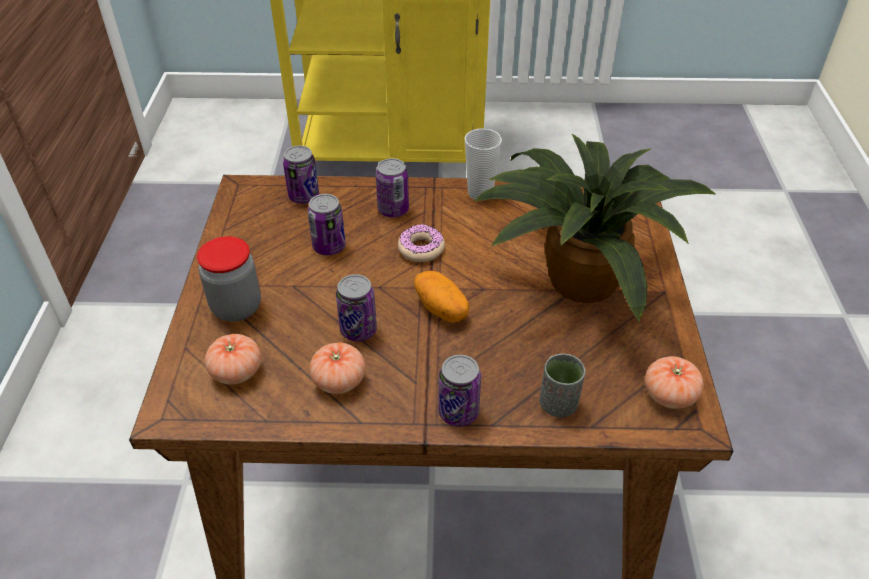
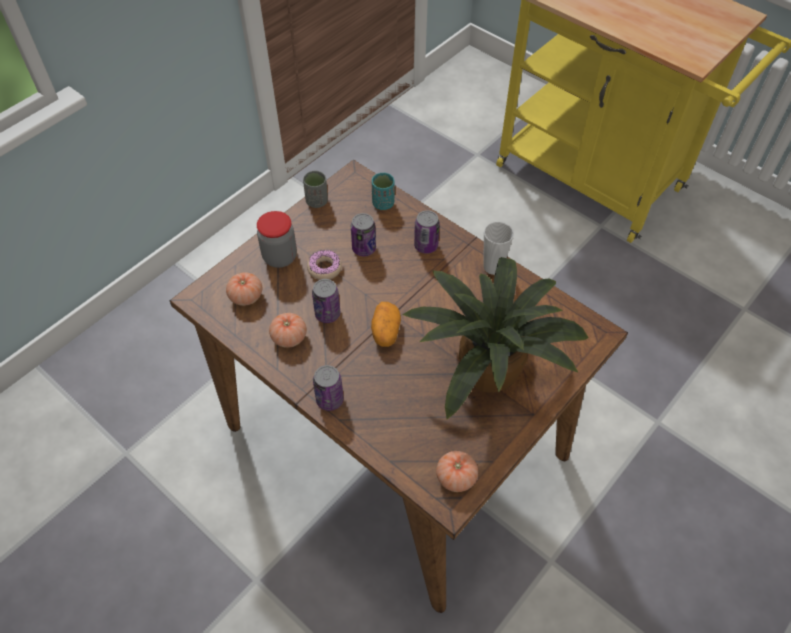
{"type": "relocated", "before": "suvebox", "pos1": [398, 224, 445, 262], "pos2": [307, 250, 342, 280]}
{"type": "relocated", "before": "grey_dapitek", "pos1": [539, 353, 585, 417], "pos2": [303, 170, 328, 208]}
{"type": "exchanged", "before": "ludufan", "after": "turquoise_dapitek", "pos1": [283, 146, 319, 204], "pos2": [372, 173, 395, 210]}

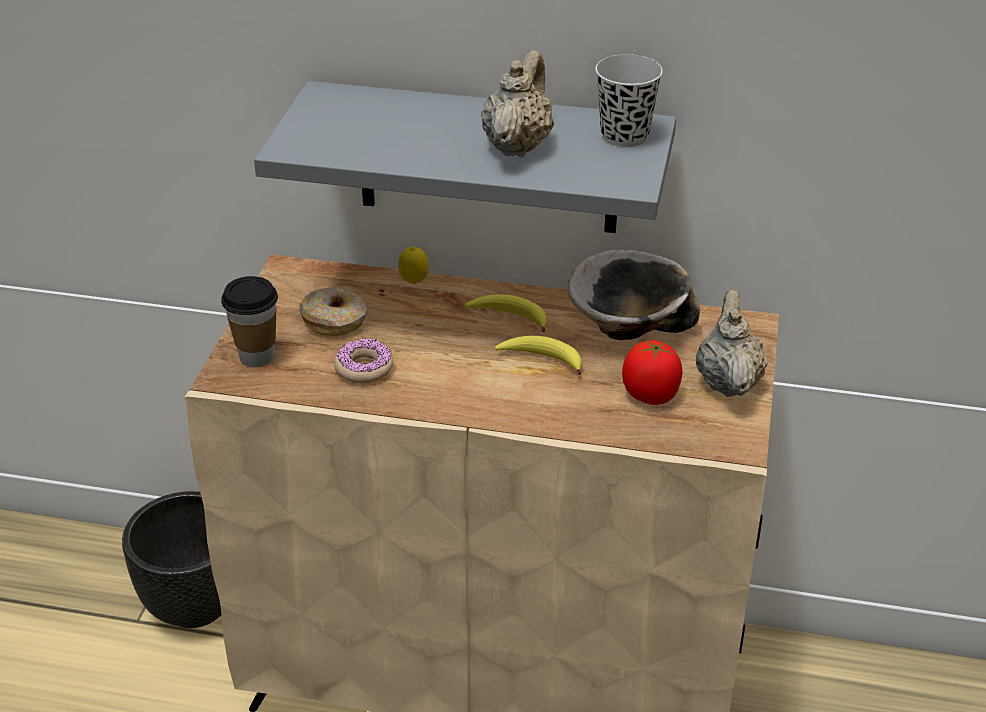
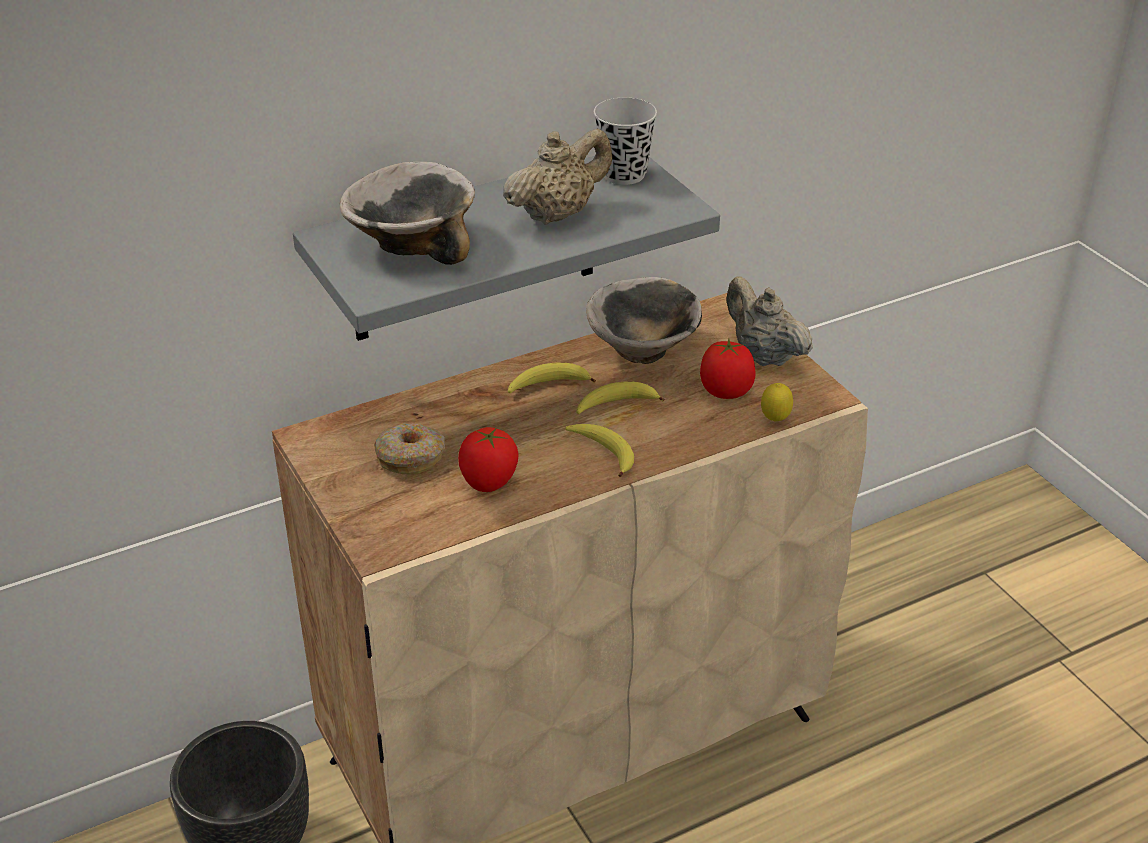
{"type": "missing", "before": "dapitek", "pos1": [221, 276, 278, 367]}
{"type": "appeared", "after": "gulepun", "pos2": [340, 162, 475, 265]}
{"type": "appeared", "after": "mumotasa", "pos2": [566, 424, 634, 477]}
{"type": "relocated", "before": "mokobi", "pos1": [398, 247, 429, 284], "pos2": [761, 383, 793, 422]}
{"type": "exchanged", "before": "suvebox", "after": "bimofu", "pos1": [334, 338, 393, 383], "pos2": [458, 427, 518, 492]}
{"type": "spun", "before": "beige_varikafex", "pos1": [481, 50, 554, 157], "pos2": [503, 129, 612, 225], "turn": 75}

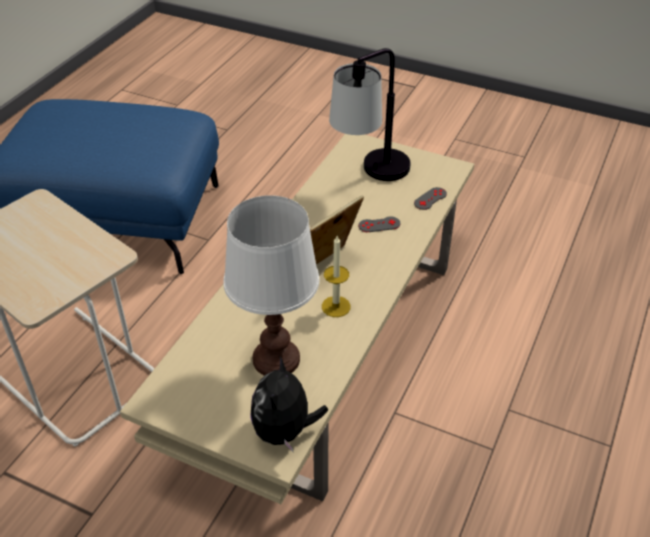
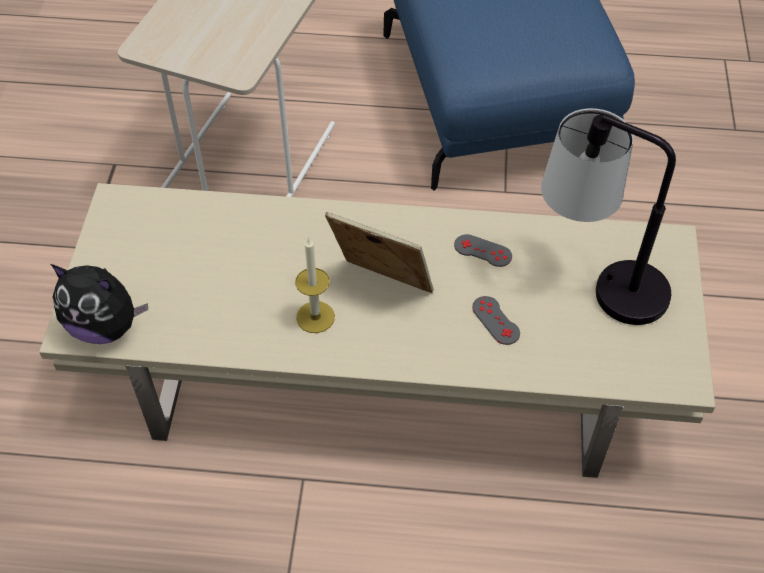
{"type": "missing", "before": "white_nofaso", "pos1": [223, 195, 319, 376]}
{"type": "relocated", "before": "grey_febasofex", "pos1": [414, 187, 447, 210], "pos2": [454, 234, 512, 267]}
{"type": "spun", "before": "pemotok", "pos1": [250, 356, 329, 453], "pos2": [51, 264, 148, 344], "turn": -150}

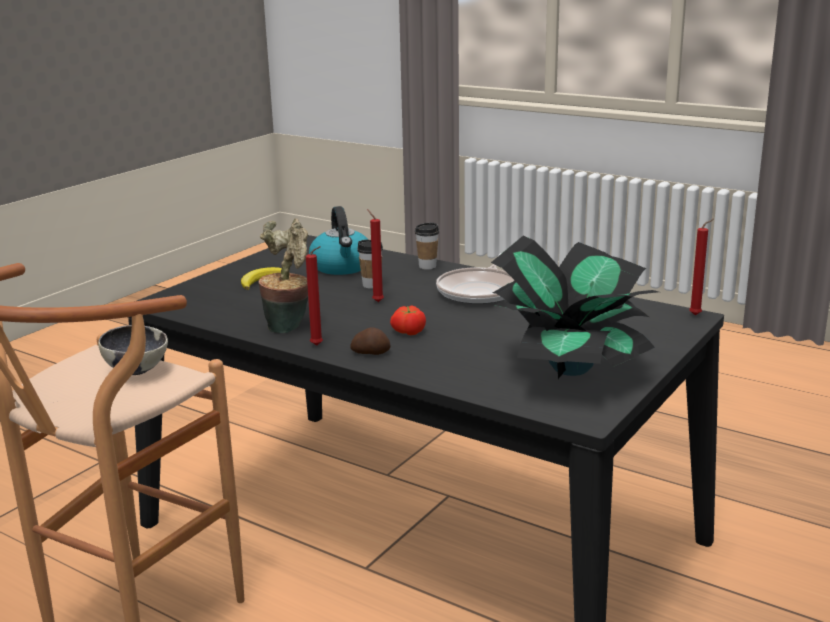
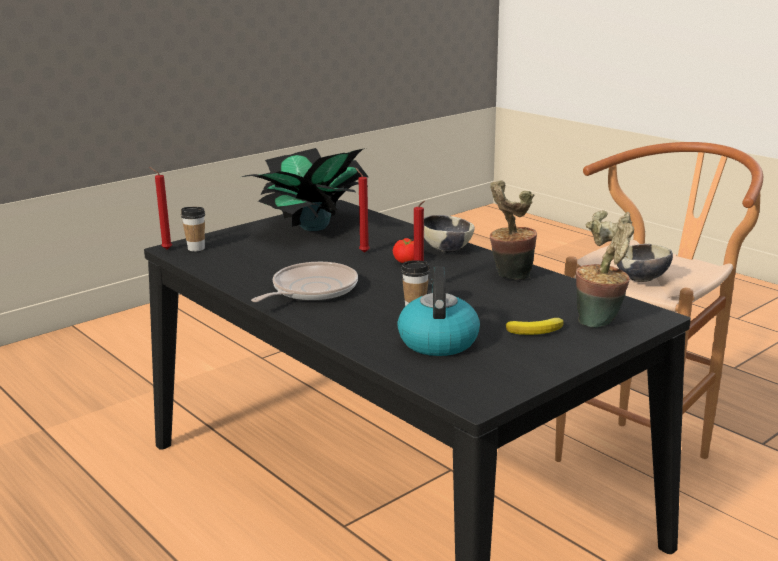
{"type": "appeared", "after": "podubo", "pos2": [576, 210, 634, 328]}
{"type": "relocated", "before": "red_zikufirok", "pos1": [306, 246, 323, 345], "pos2": [355, 168, 370, 253]}
{"type": "relocated", "before": "dapitek", "pos1": [415, 222, 439, 270], "pos2": [181, 207, 205, 251]}
{"type": "exchanged", "before": "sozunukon", "after": "gulepun", "pos1": [350, 327, 390, 355], "pos2": [424, 215, 475, 253]}

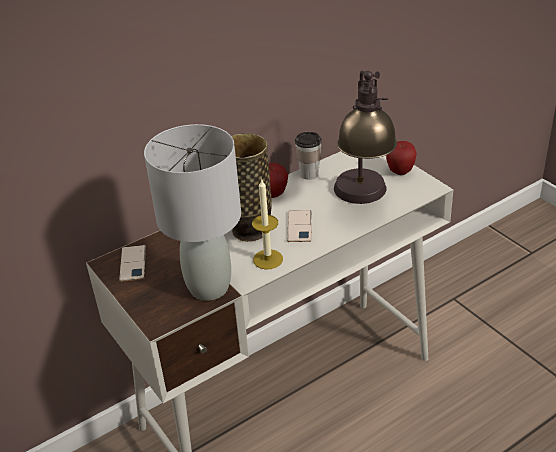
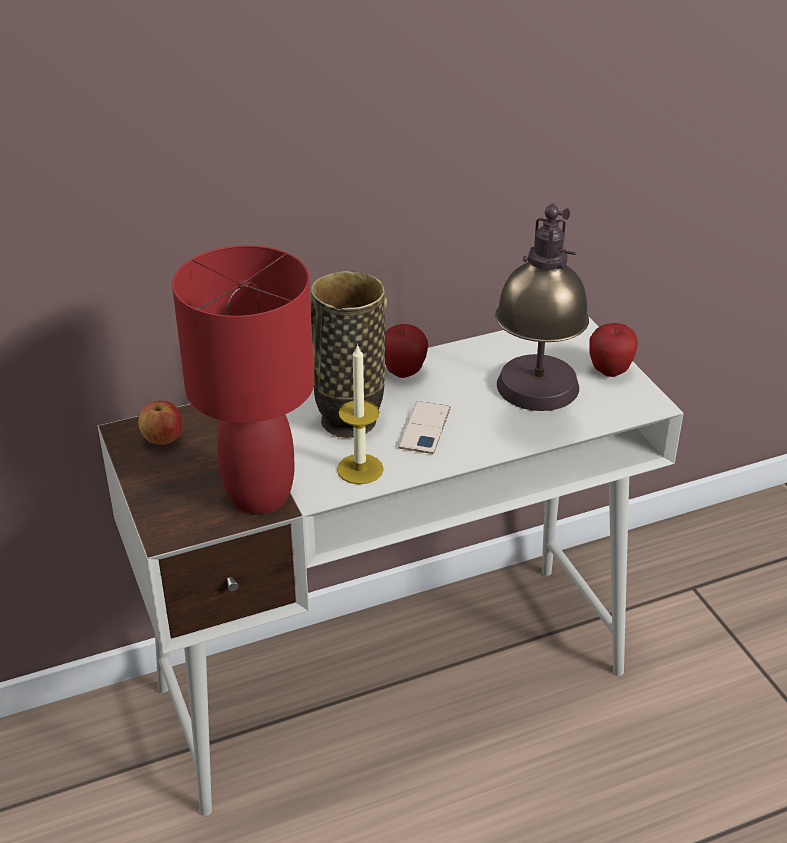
{"type": "missing", "before": "dapitek", "pos1": [295, 132, 322, 180]}
{"type": "exchanged", "before": "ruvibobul", "after": "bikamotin", "pos1": [119, 245, 146, 282], "pos2": [138, 401, 182, 445]}
{"type": "colour", "before": "grey_nofaso", "after": "red_nofaso", "pos1": [144, 124, 241, 301], "pos2": [172, 245, 314, 514]}

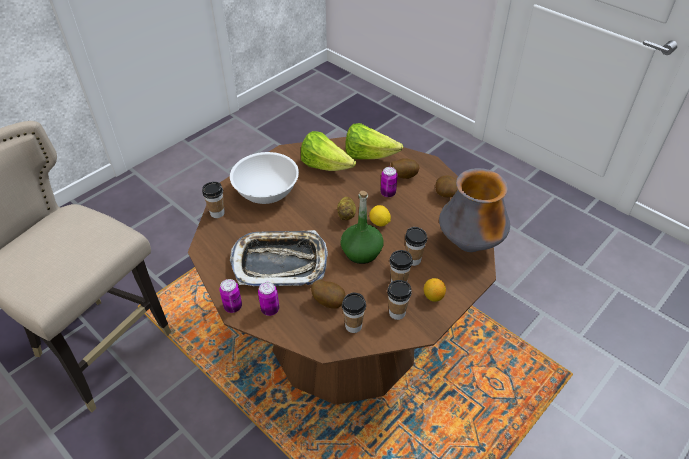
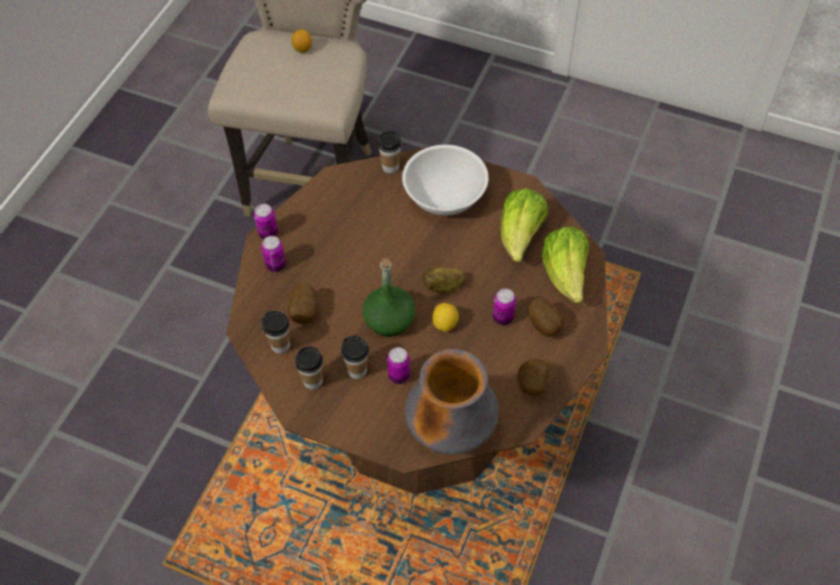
{"type": "missing", "before": "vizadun", "pos1": [230, 230, 328, 286]}
{"type": "relocated", "before": "mokobi", "pos1": [424, 278, 446, 302], "pos2": [291, 29, 312, 53]}
{"type": "exchanged", "before": "dapitek", "after": "ludufan", "pos1": [405, 227, 427, 266], "pos2": [387, 347, 410, 384]}

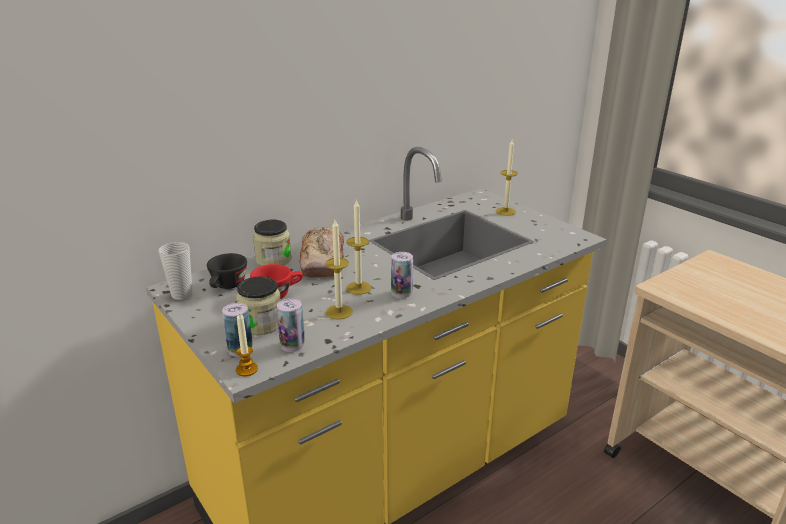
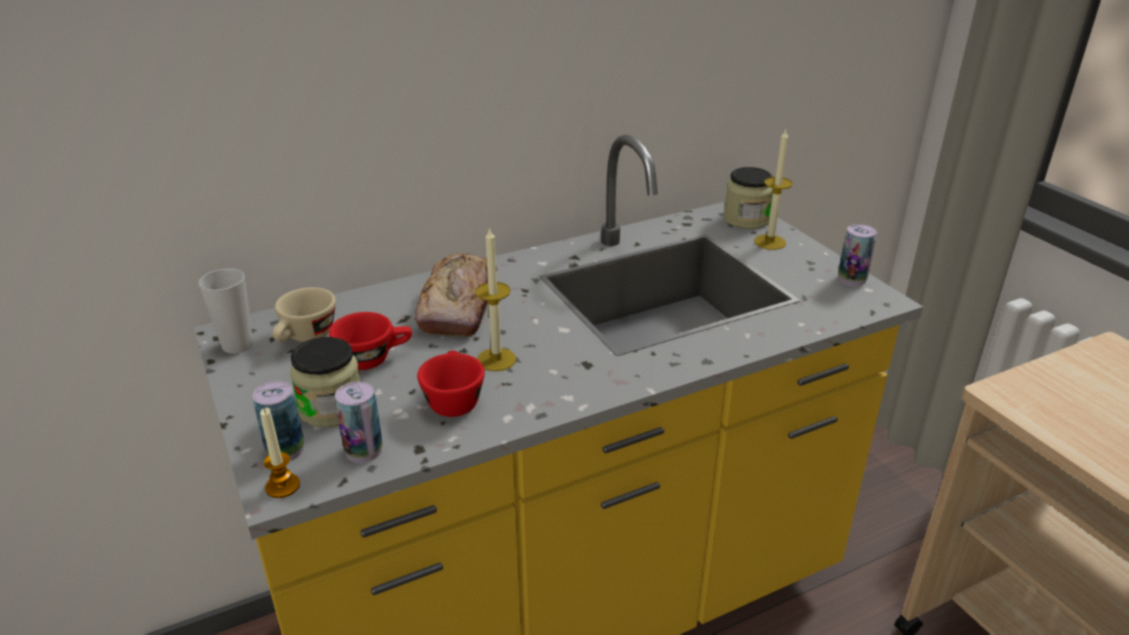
{"type": "relocated", "before": "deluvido", "pos1": [253, 220, 291, 266], "pos2": [724, 167, 773, 229]}
{"type": "relocated", "before": "ludufan", "pos1": [391, 252, 413, 299], "pos2": [838, 224, 877, 287]}
{"type": "exchanged", "before": "zikufirok", "after": "red_dapitek", "pos1": [325, 220, 353, 320], "pos2": [417, 351, 485, 417]}
{"type": "colour", "before": "black_dapitek", "after": "beige_dapitek", "pos1": [207, 253, 247, 289], "pos2": [272, 287, 336, 342]}

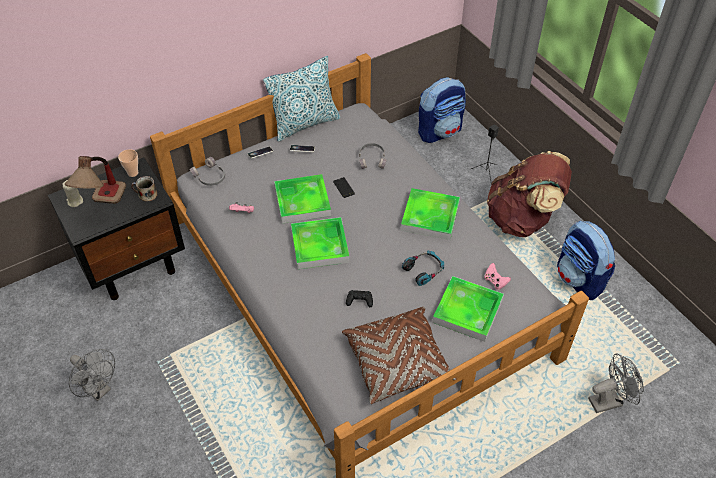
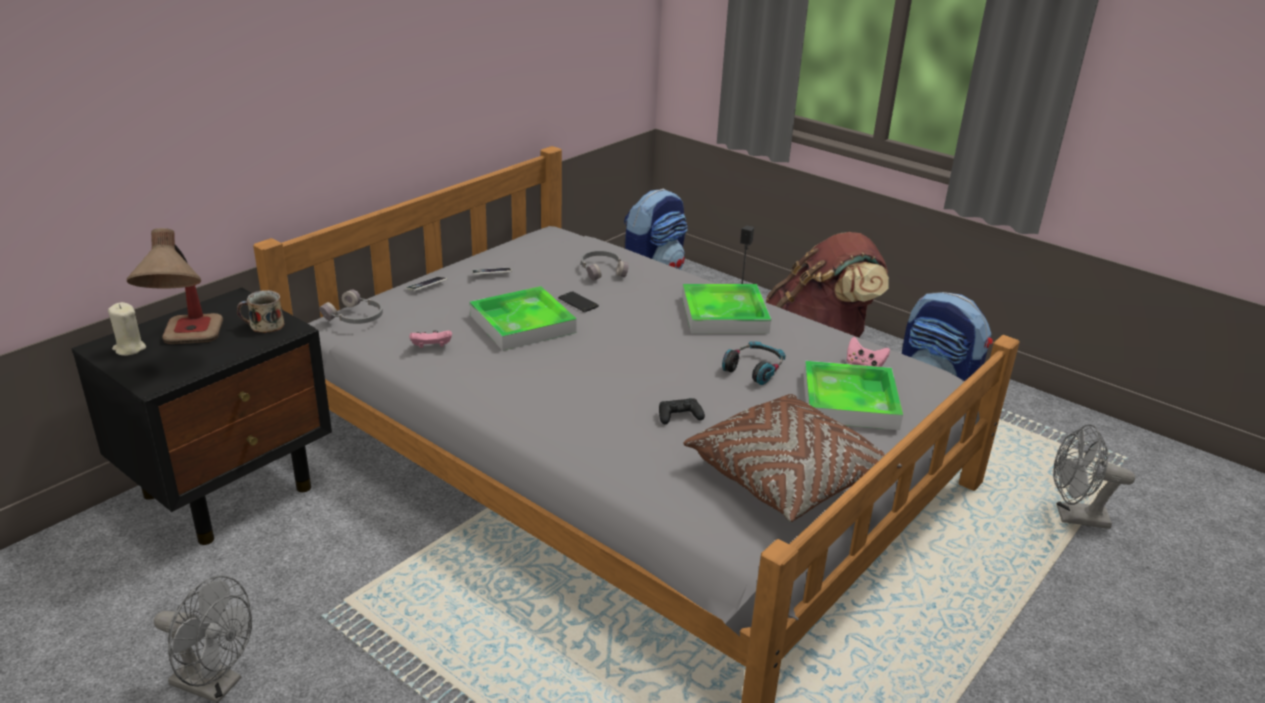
{"type": "missing", "before": "dapitek", "pos1": [118, 149, 138, 177]}
{"type": "missing", "before": "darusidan", "pos1": [263, 56, 340, 142]}
{"type": "missing", "before": "vizadun", "pos1": [291, 217, 349, 269]}
{"type": "spun", "before": "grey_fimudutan", "pos1": [588, 353, 644, 413], "pos2": [1053, 424, 1135, 529], "turn": -135}

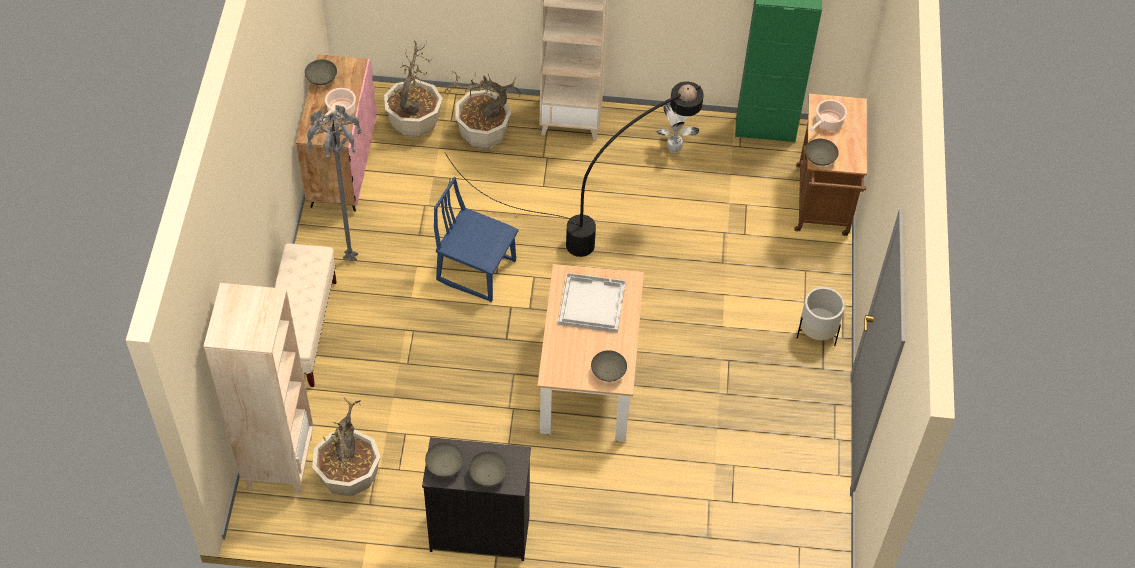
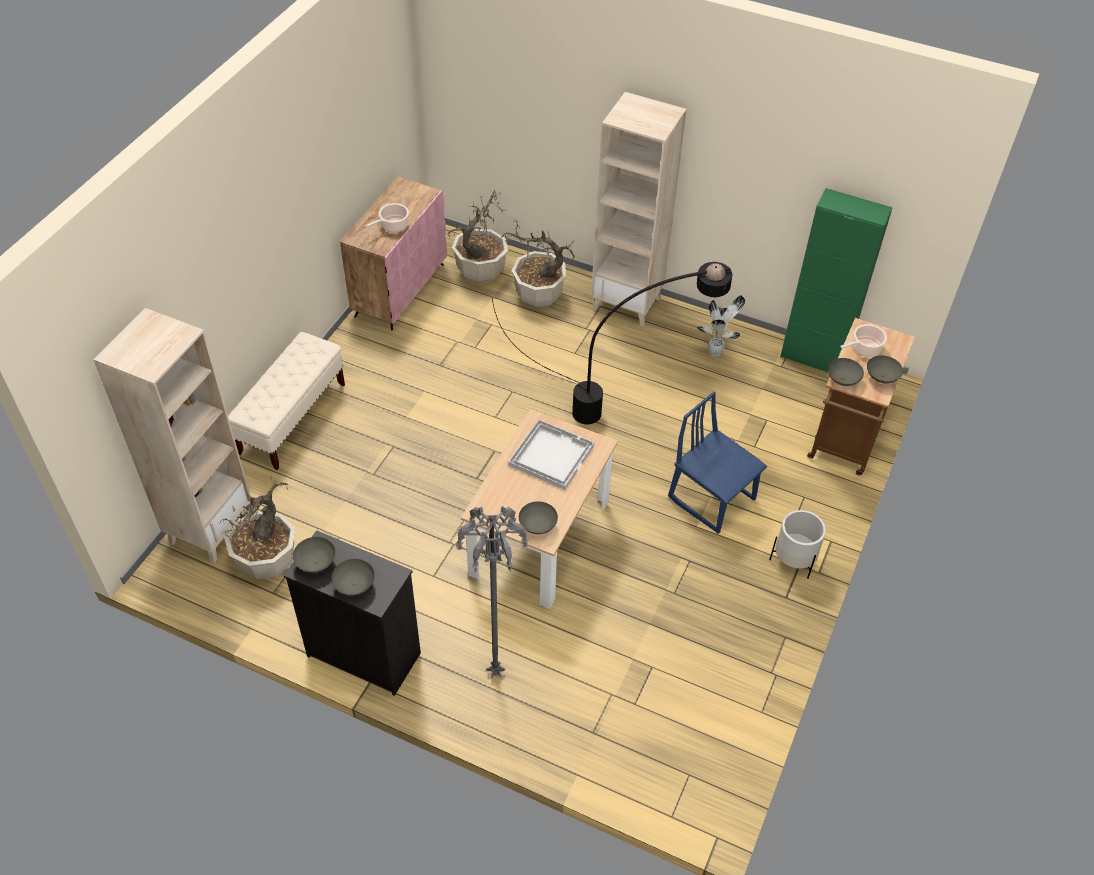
{"type": "relocated", "before": "grey_gulepun", "pos1": [305, 59, 337, 85], "pos2": [867, 355, 903, 383]}
{"type": "relocated", "before": "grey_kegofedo", "pos1": [306, 105, 362, 263], "pos2": [455, 506, 529, 677]}
{"type": "relocated", "before": "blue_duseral", "pos1": [434, 177, 519, 302], "pos2": [668, 391, 767, 534]}

